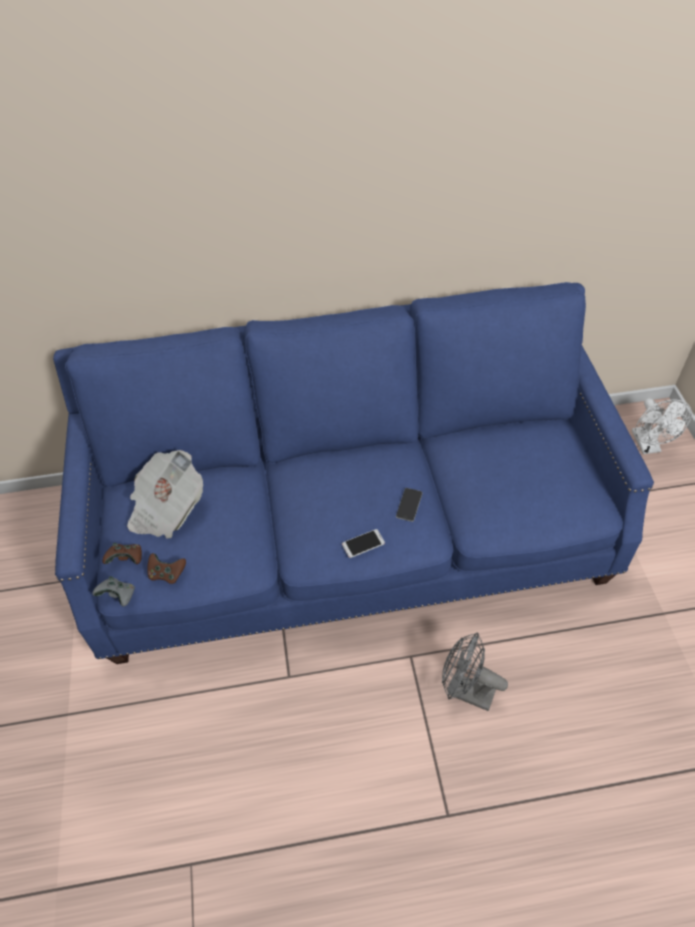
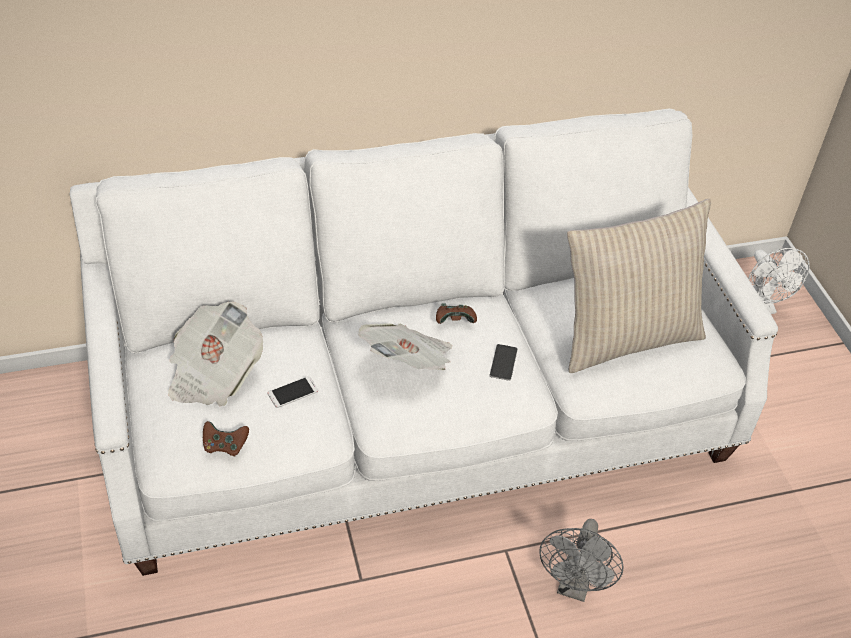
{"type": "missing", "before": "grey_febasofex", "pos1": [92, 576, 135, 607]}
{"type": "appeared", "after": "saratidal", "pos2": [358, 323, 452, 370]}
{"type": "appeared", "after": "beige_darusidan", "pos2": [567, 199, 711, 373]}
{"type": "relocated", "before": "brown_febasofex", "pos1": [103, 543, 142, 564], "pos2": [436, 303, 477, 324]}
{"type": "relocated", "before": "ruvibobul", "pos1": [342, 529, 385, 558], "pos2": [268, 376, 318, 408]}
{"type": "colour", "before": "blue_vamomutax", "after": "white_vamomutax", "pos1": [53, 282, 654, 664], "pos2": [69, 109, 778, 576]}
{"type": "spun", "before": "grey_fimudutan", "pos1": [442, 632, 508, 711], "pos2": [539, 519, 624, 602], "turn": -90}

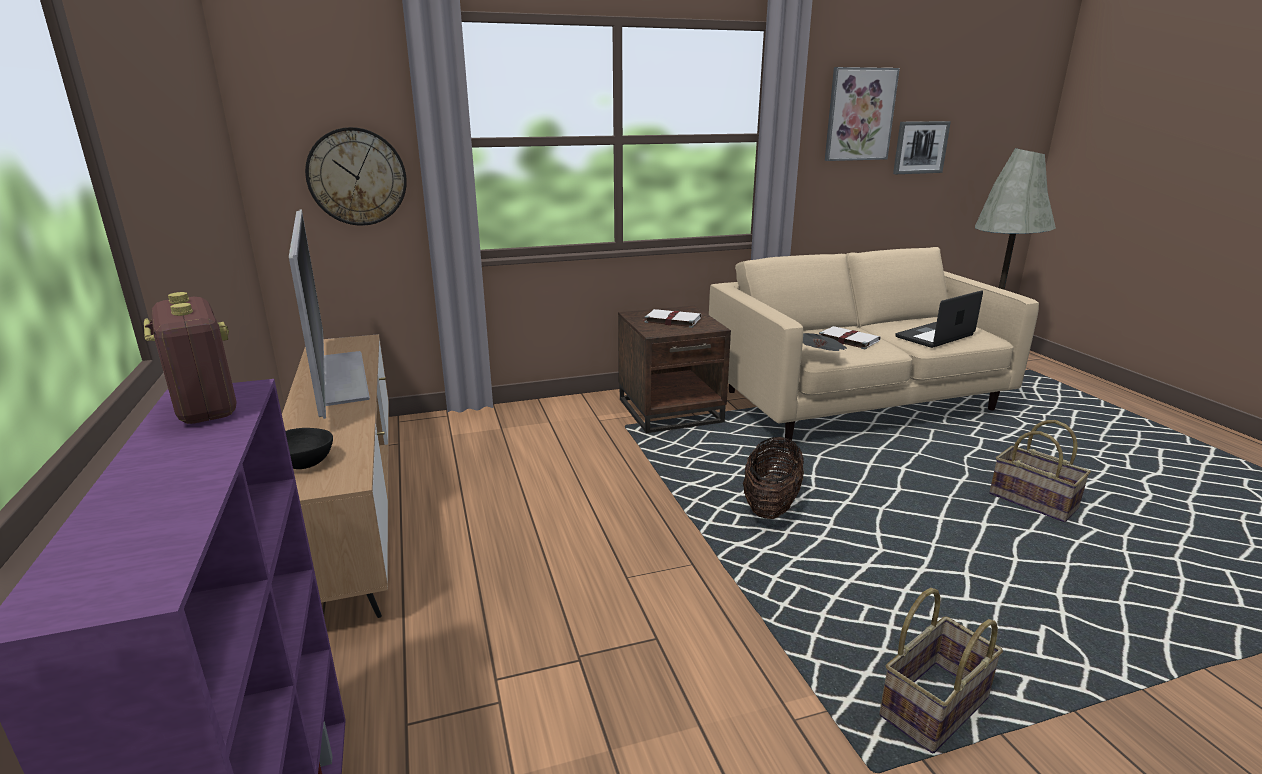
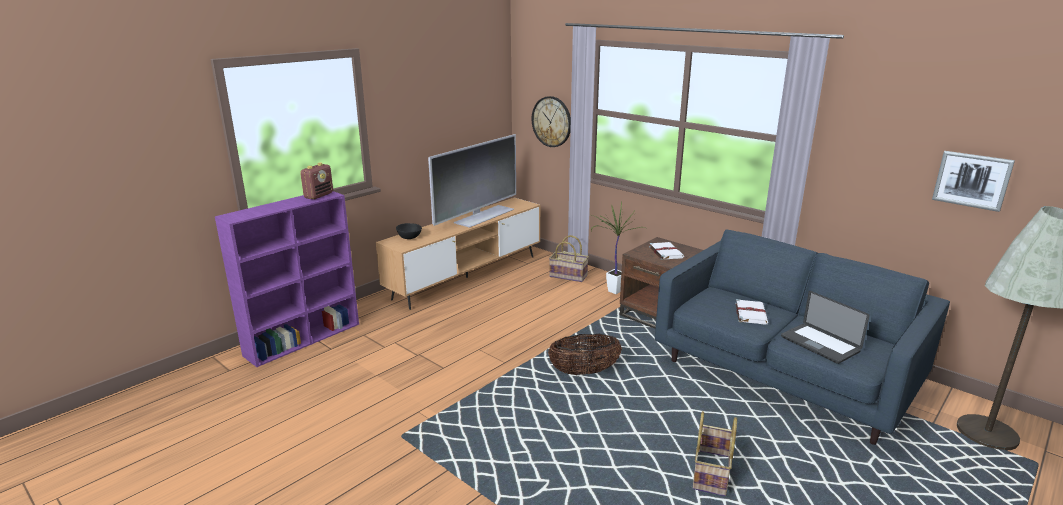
{"type": "missing", "before": "saratidal", "pos1": [803, 333, 847, 351]}
{"type": "missing", "before": "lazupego", "pos1": [825, 67, 900, 161]}
{"type": "appeared", "after": "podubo", "pos2": [591, 201, 648, 294]}
{"type": "relocated", "before": "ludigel", "pos1": [879, 588, 1003, 753], "pos2": [549, 235, 589, 282]}
{"type": "colour", "before": "beige_vamomutax", "after": "blue_vamomutax", "pos1": [709, 247, 1039, 442], "pos2": [655, 229, 950, 445]}
{"type": "spun", "before": "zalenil", "pos1": [895, 290, 983, 348], "pos2": [781, 291, 870, 364], "turn": -150}

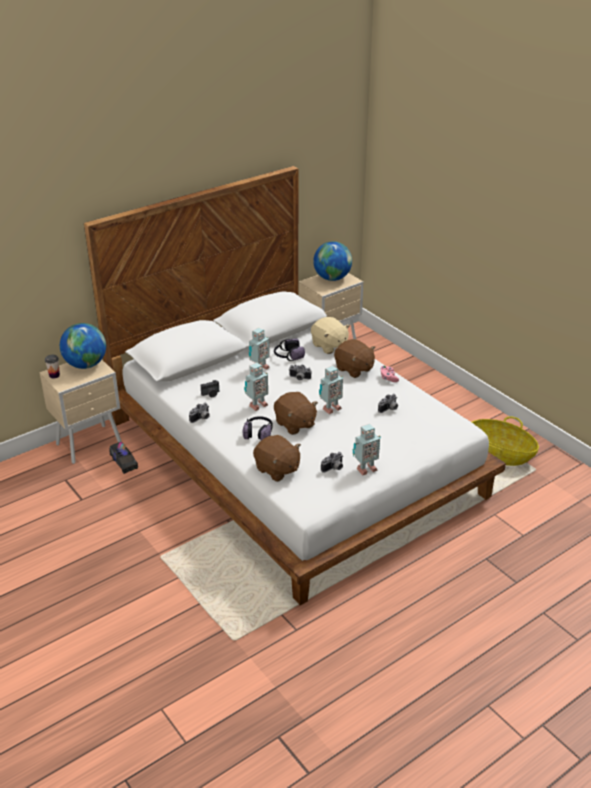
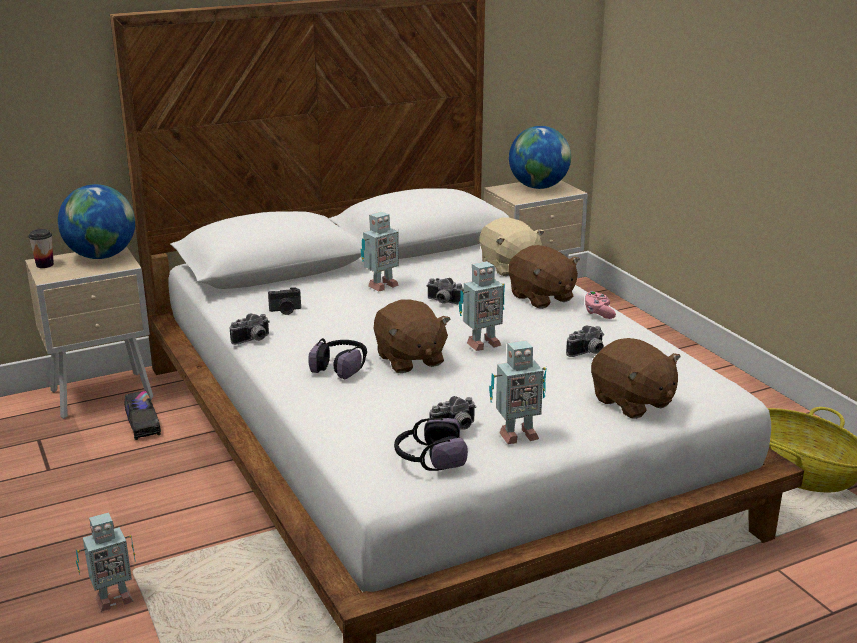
{"type": "relocated", "before": "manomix", "pos1": [244, 363, 268, 411], "pos2": [76, 512, 135, 612]}
{"type": "relocated", "before": "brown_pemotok", "pos1": [253, 435, 301, 482], "pos2": [591, 338, 681, 419]}
{"type": "relocated", "before": "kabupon", "pos1": [274, 339, 305, 361], "pos2": [394, 418, 468, 471]}

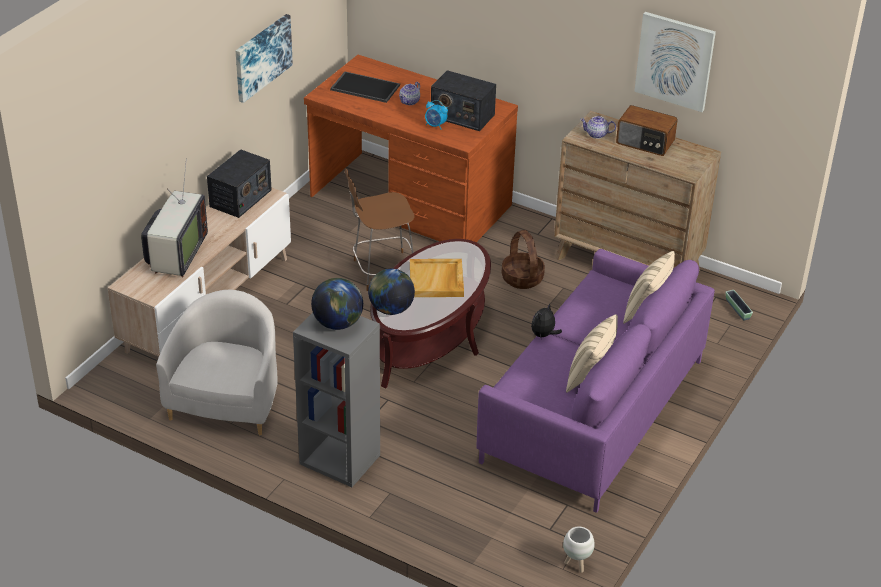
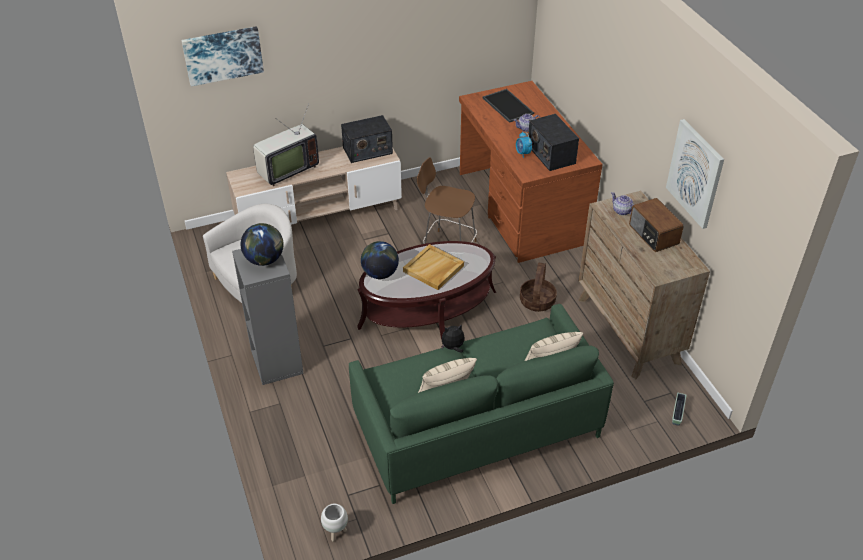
{"type": "relocated", "before": "lazupego", "pos1": [236, 14, 293, 103], "pos2": [181, 26, 264, 86]}
{"type": "colour", "before": "purple_vamomutax", "after": "green_vamomutax", "pos1": [477, 249, 715, 513], "pos2": [349, 304, 614, 504]}

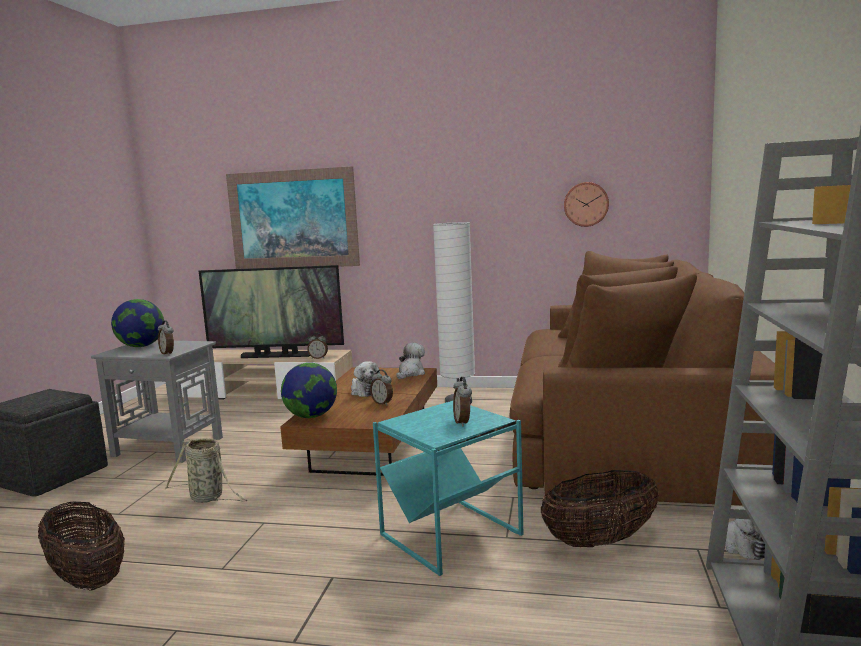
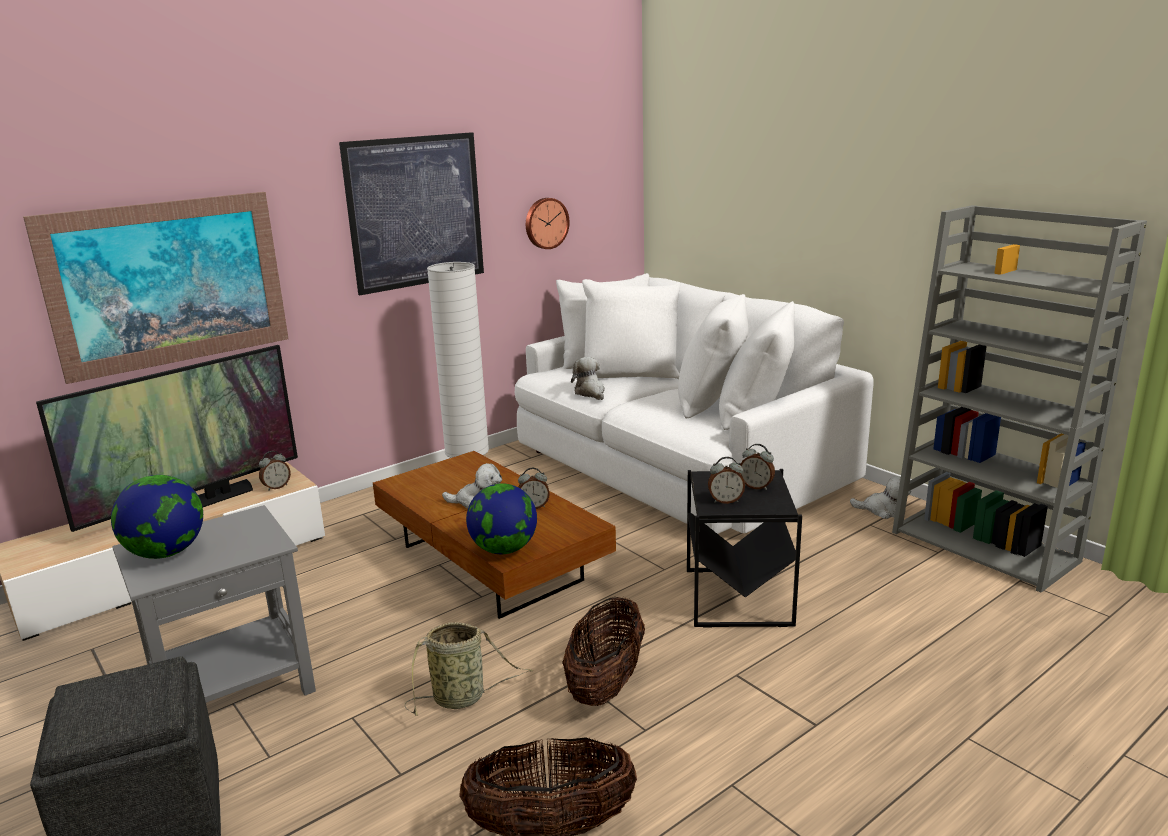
{"type": "appeared", "after": "lazupego", "pos2": [339, 132, 484, 295]}
{"type": "relocated", "before": "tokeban", "pos1": [158, 320, 174, 355], "pos2": [708, 457, 745, 504]}
{"type": "relocated", "before": "pemotok", "pos1": [396, 343, 425, 379], "pos2": [571, 357, 605, 400]}
{"type": "relocated", "before": "ludigel", "pos1": [541, 470, 659, 547], "pos2": [562, 597, 645, 706]}
{"type": "colour", "before": "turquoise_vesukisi", "after": "black_vesukisi", "pos1": [373, 401, 523, 576], "pos2": [687, 469, 802, 628]}
{"type": "colour", "before": "brown_vamomutax", "after": "white_vamomutax", "pos1": [510, 251, 775, 506], "pos2": [515, 273, 874, 534]}

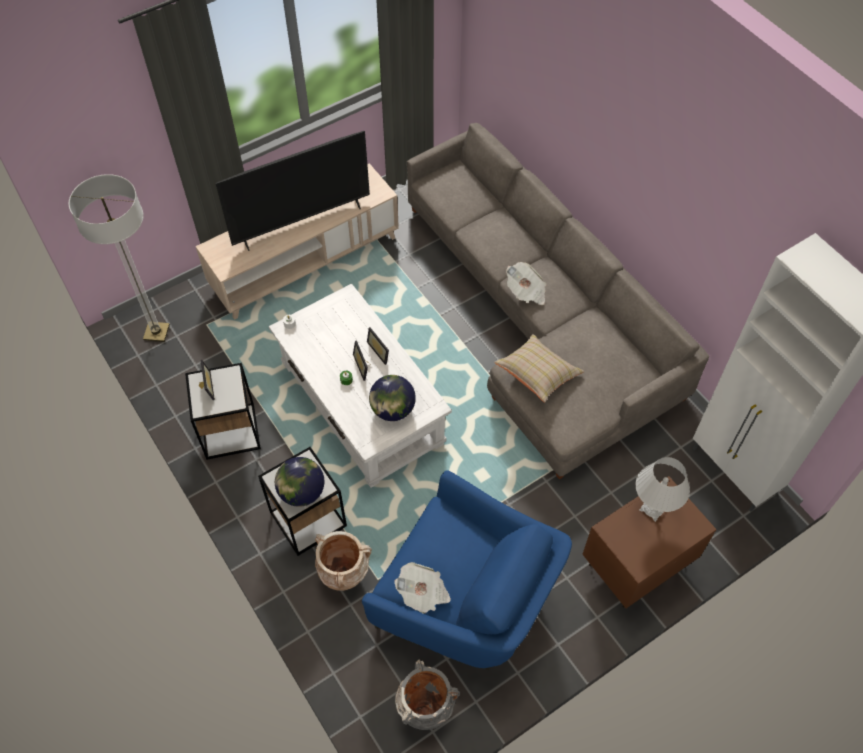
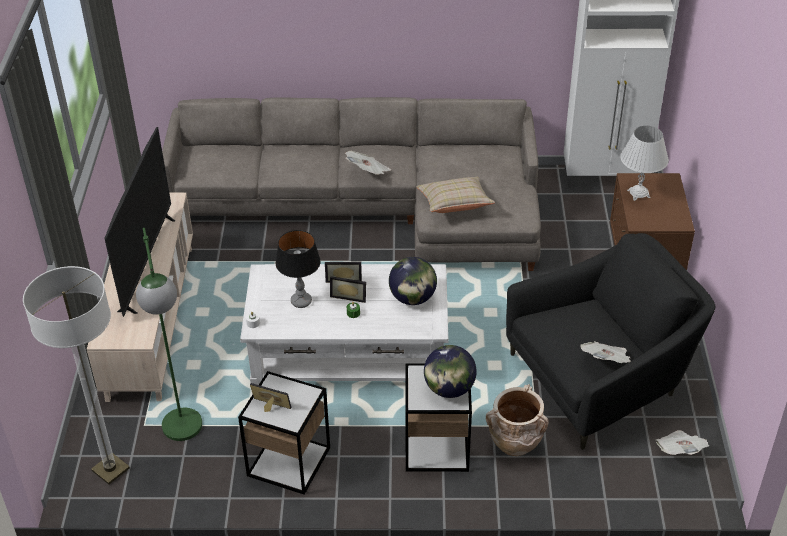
{"type": "appeared", "after": "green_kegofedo", "pos2": [136, 228, 202, 441]}
{"type": "appeared", "after": "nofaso", "pos2": [276, 230, 321, 308]}
{"type": "exchanged", "before": "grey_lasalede", "after": "saratidal", "pos1": [395, 659, 460, 730], "pos2": [656, 430, 709, 455]}
{"type": "colour", "before": "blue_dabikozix", "after": "black_dabikozix", "pos1": [362, 471, 572, 670], "pos2": [506, 233, 715, 450]}

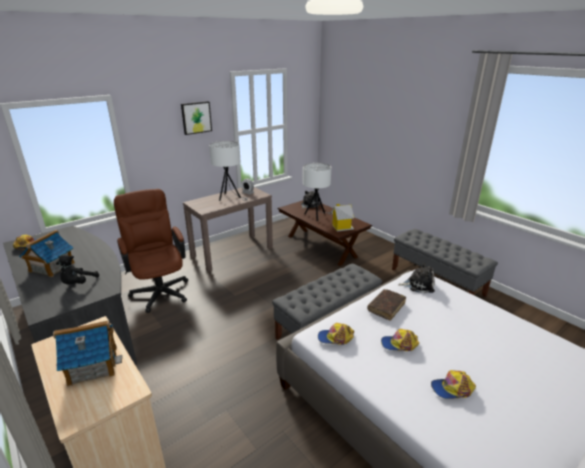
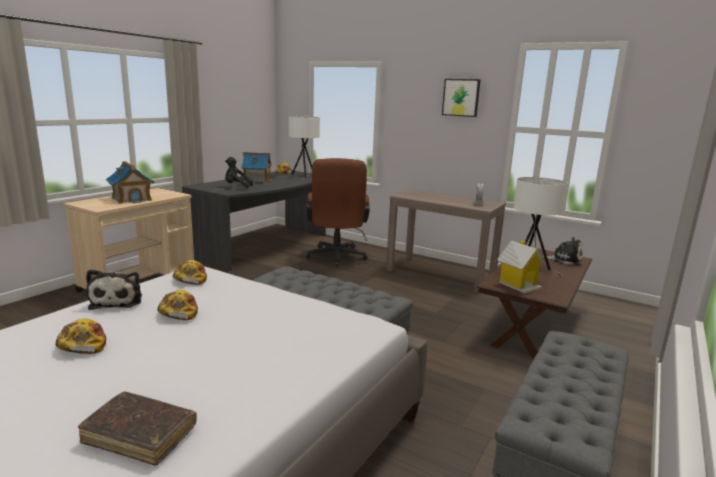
{"type": "relocated", "before": "white_nofaso", "pos1": [209, 141, 248, 201], "pos2": [289, 116, 320, 180]}
{"type": "relocated", "before": "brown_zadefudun", "pos1": [367, 289, 406, 321], "pos2": [78, 392, 197, 465]}
{"type": "relocated", "before": "pemotok", "pos1": [398, 262, 435, 293], "pos2": [86, 269, 142, 310]}
{"type": "spun", "before": "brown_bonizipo", "pos1": [114, 189, 188, 313], "pos2": [306, 158, 370, 267], "turn": 135}

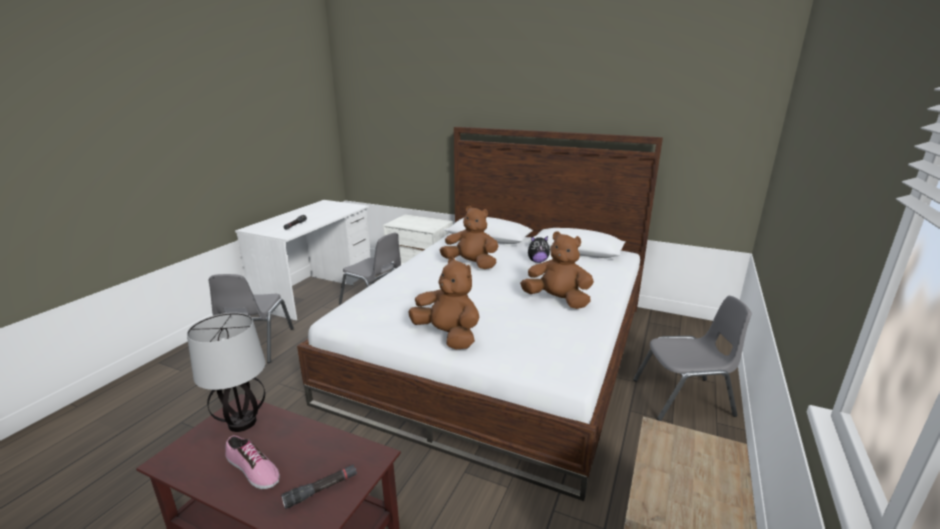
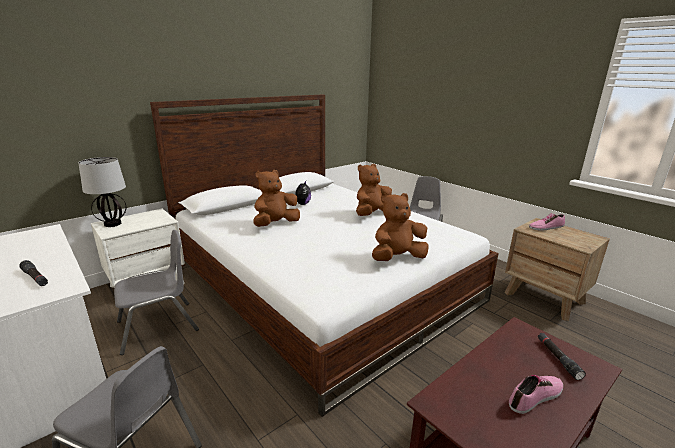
{"type": "appeared", "after": "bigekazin", "pos2": [529, 213, 565, 231]}
{"type": "relocated", "before": "nofaso", "pos1": [187, 313, 266, 432], "pos2": [78, 157, 126, 227]}

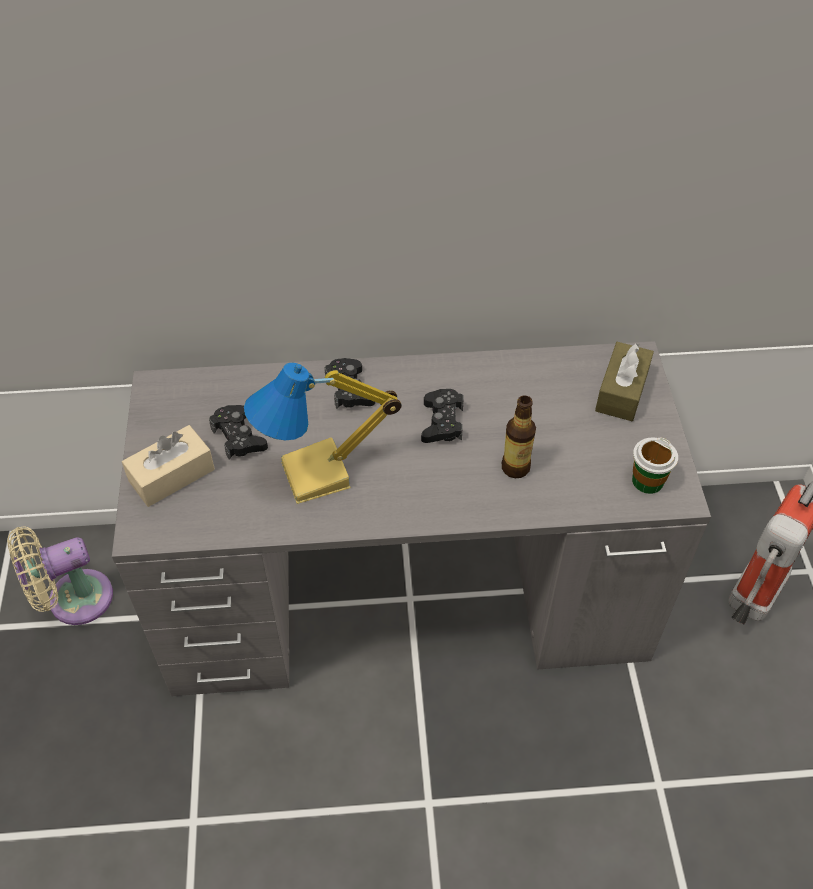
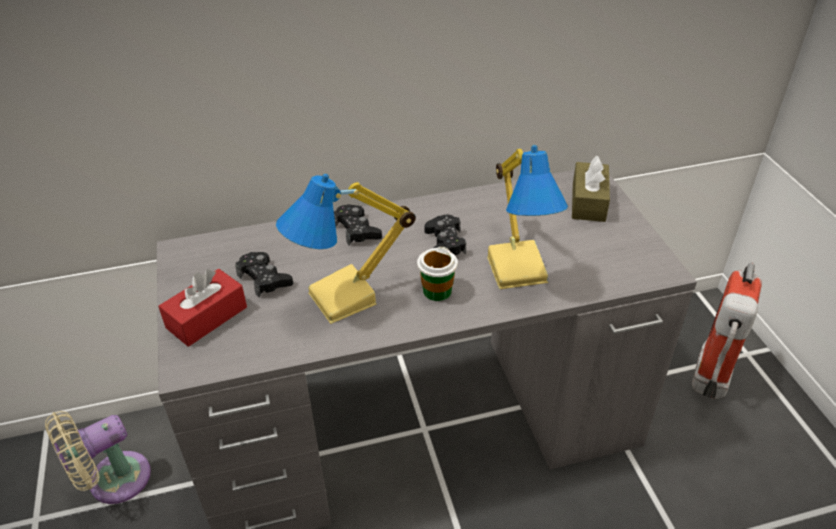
{"type": "relocated", "before": "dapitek", "pos1": [632, 438, 678, 494], "pos2": [417, 247, 458, 301]}
{"type": "exchanged", "before": "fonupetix", "after": "nofaso", "pos1": [502, 395, 536, 478], "pos2": [487, 145, 568, 289]}
{"type": "colour", "before": "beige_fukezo", "after": "red_fukezo", "pos1": [122, 425, 215, 507], "pos2": [158, 269, 247, 347]}

